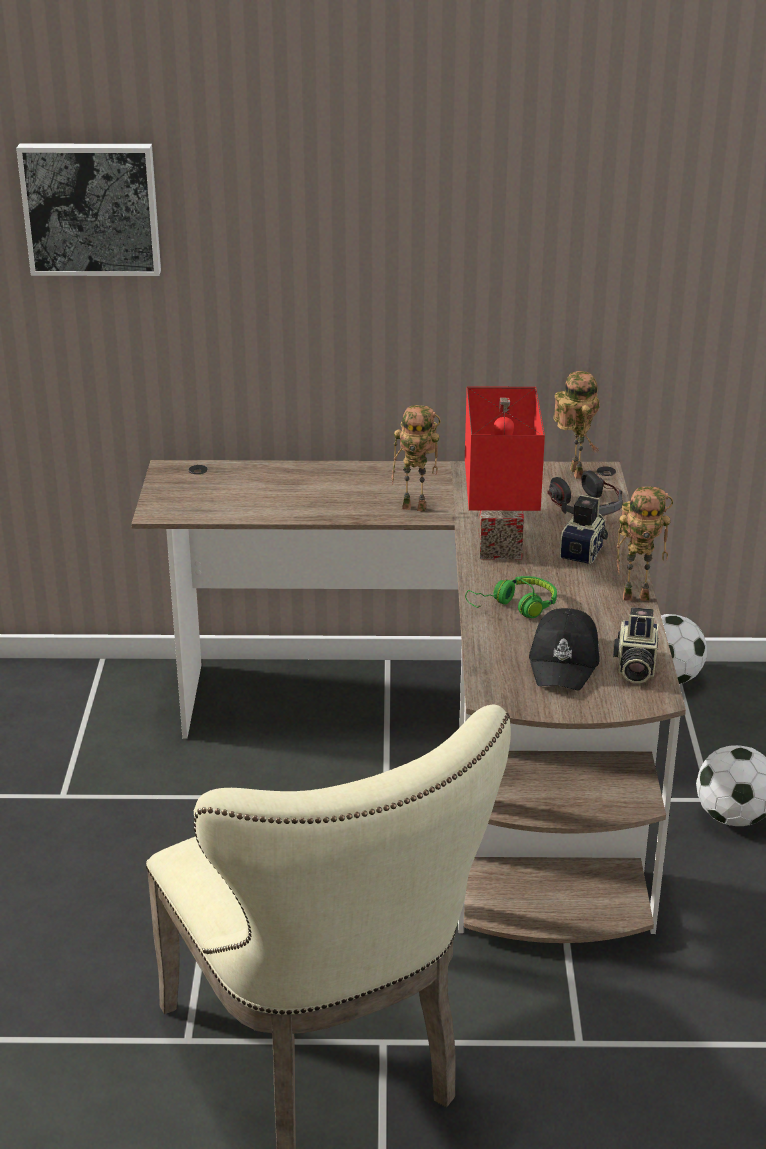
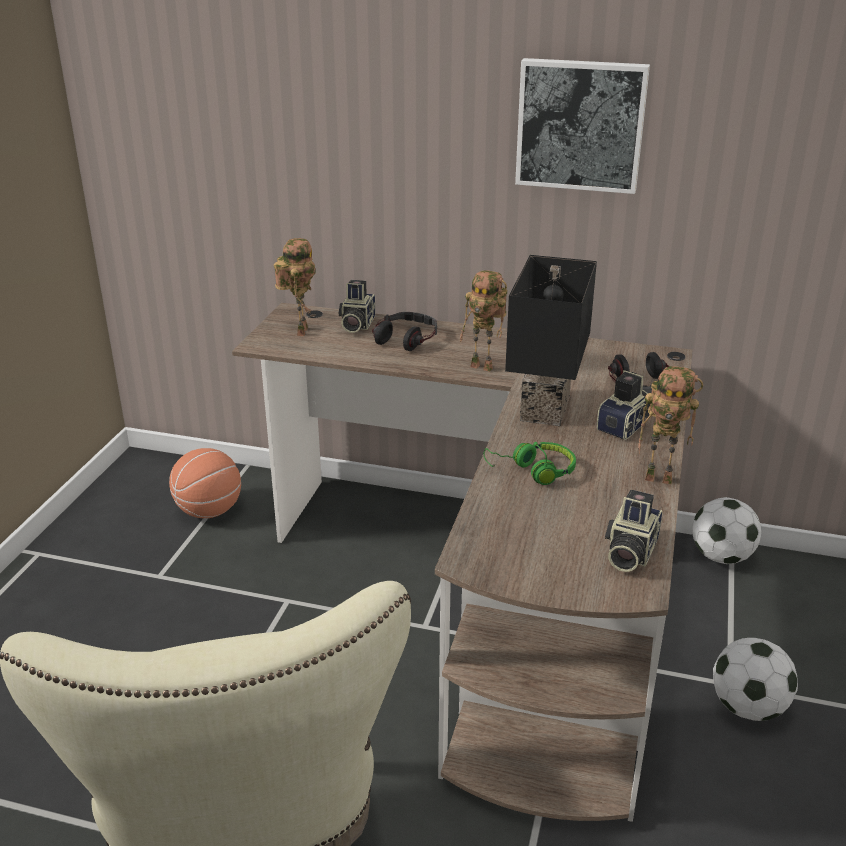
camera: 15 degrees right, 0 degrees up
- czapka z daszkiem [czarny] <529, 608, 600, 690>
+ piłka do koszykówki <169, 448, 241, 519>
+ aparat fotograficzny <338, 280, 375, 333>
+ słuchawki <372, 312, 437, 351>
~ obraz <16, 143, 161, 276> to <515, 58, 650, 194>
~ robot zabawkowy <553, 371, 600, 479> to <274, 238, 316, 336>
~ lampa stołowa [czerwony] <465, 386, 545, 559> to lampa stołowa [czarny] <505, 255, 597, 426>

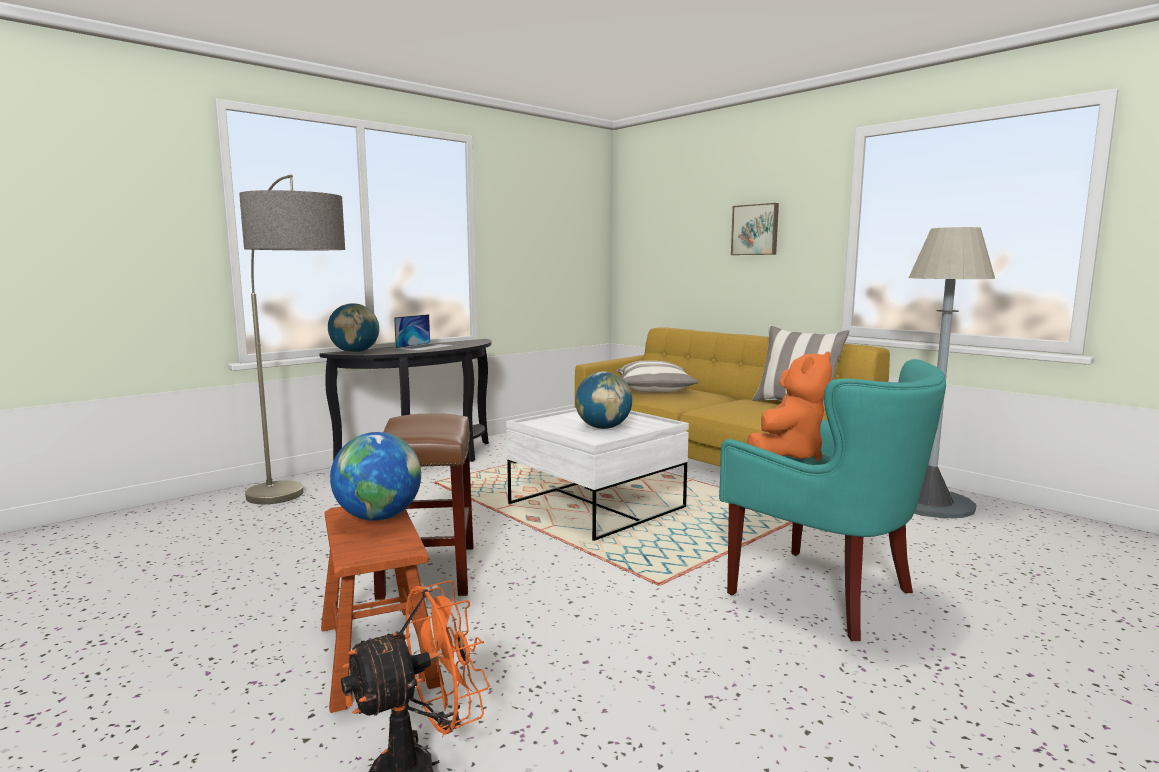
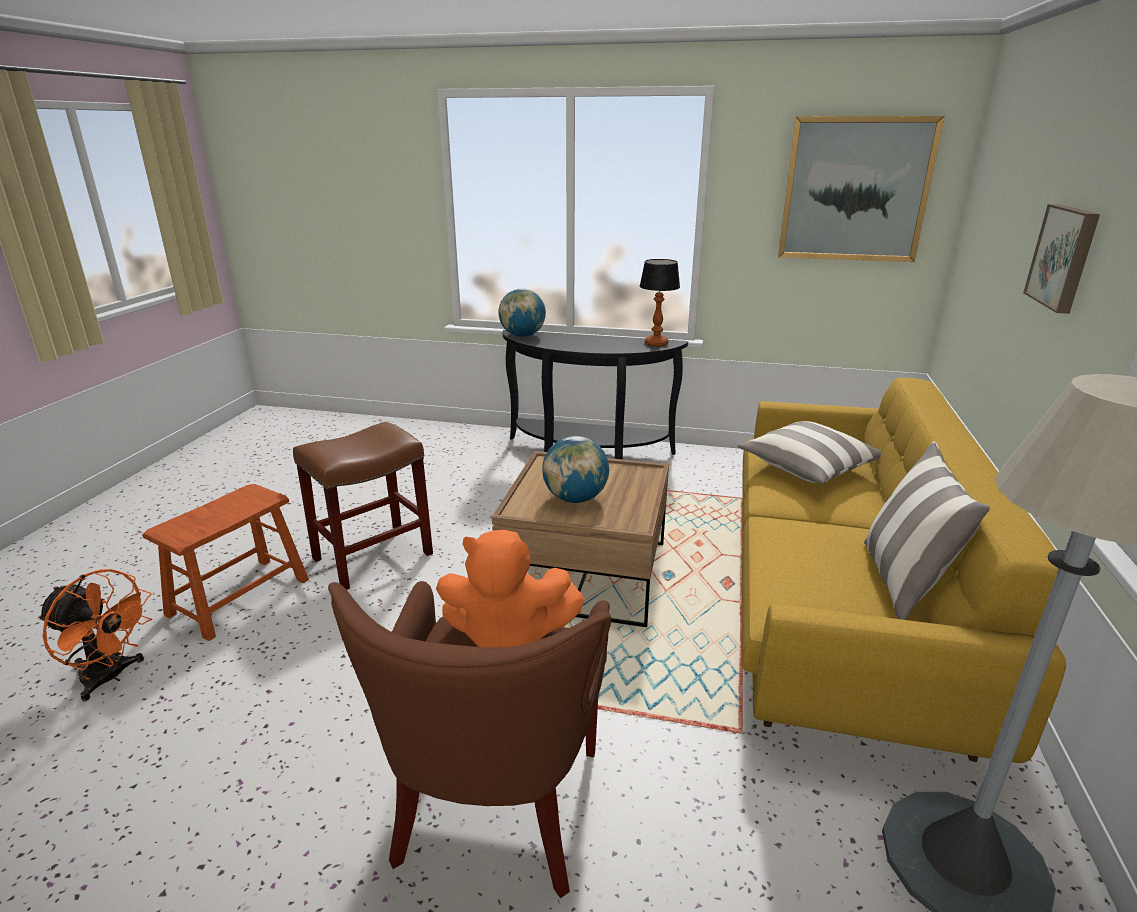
camera: 55 degrees right, 15 degrees up
- lampa stojąca <239, 174, 345, 504>
- globus <330, 432, 421, 521>
- laptop <394, 314, 454, 351>
+ lampa stołowa <640, 259, 680, 347>
+ obraz <778, 116, 945, 262>
~ ława [biały] <506, 408, 689, 541> to ława [brązowy] <492, 451, 669, 627>
~ fotel [turkusowy] <719, 359, 946, 641> to fotel [brązowy] <328, 581, 611, 898>

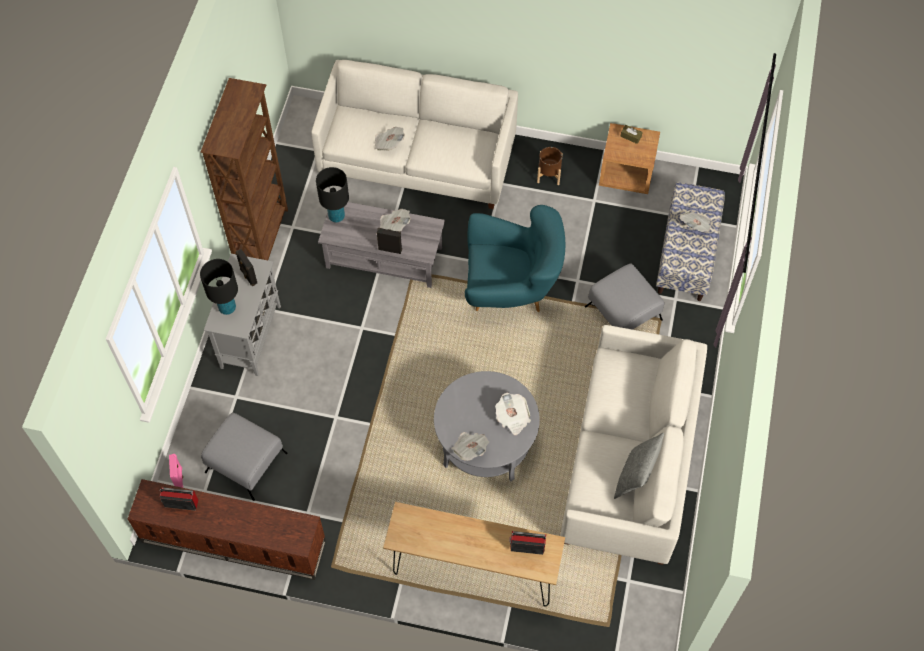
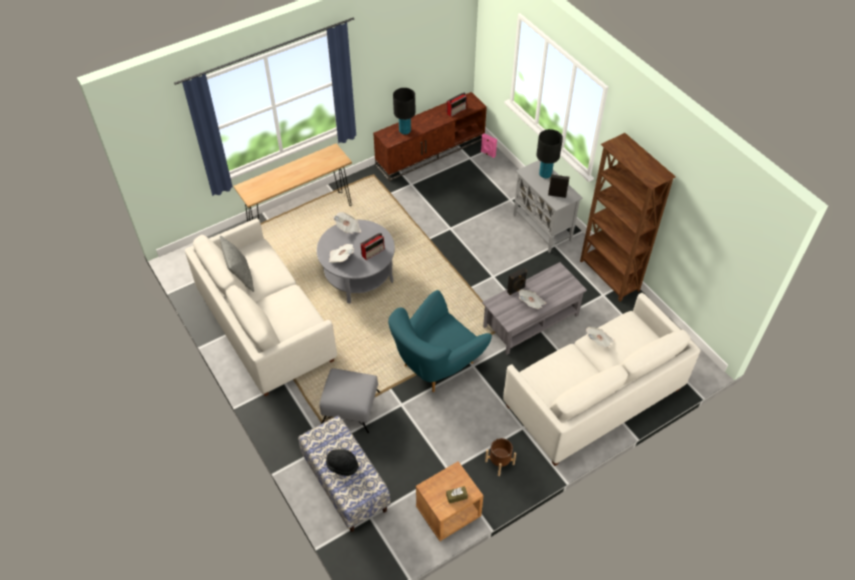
camera: 135 degrees right, 10 degrees down
- pufa [szary] <201, 413, 287, 501>
~ lampa stołowa [czarny] <316, 167, 349, 222> to <393, 88, 415, 135>
~ radio <509, 531, 546, 555> to <361, 233, 385, 260>
~ gazeta <680, 211, 711, 232> to kapelusz [czarny] <326, 449, 359, 476>

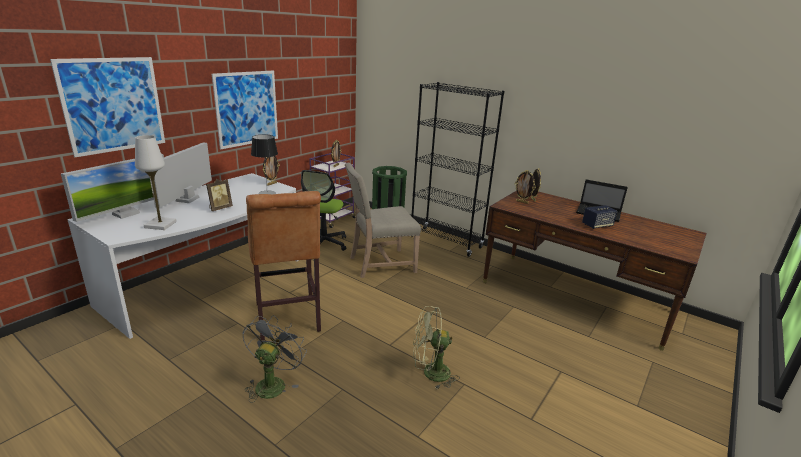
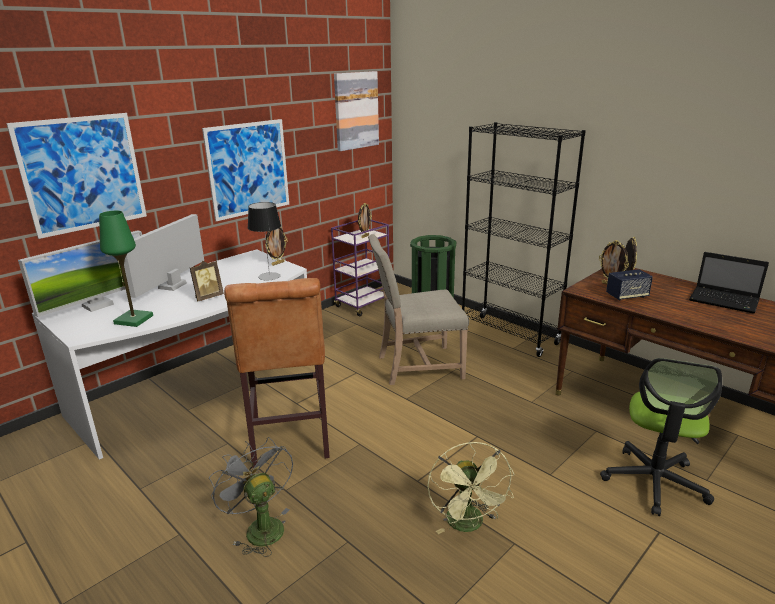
camera: 10 degrees right, 0 degrees up
+ obraz <334, 71, 379, 151>
~ krzesło biurowe <301, 170, 347, 251> to <600, 358, 722, 516>
~ głośnik <582, 205, 617, 229> to <606, 269, 653, 301>
~ lampa stołowa [biały] <135, 135, 177, 230> to lampa stołowa [zielony] <99, 211, 153, 327>
~ wentylator [szary] <242, 315, 307, 403> = <209, 437, 293, 557> 60 degrees counterclockwise
~ wentylator [zielony] <413, 306, 460, 390> = <427, 442, 515, 534> 105 degrees counterclockwise

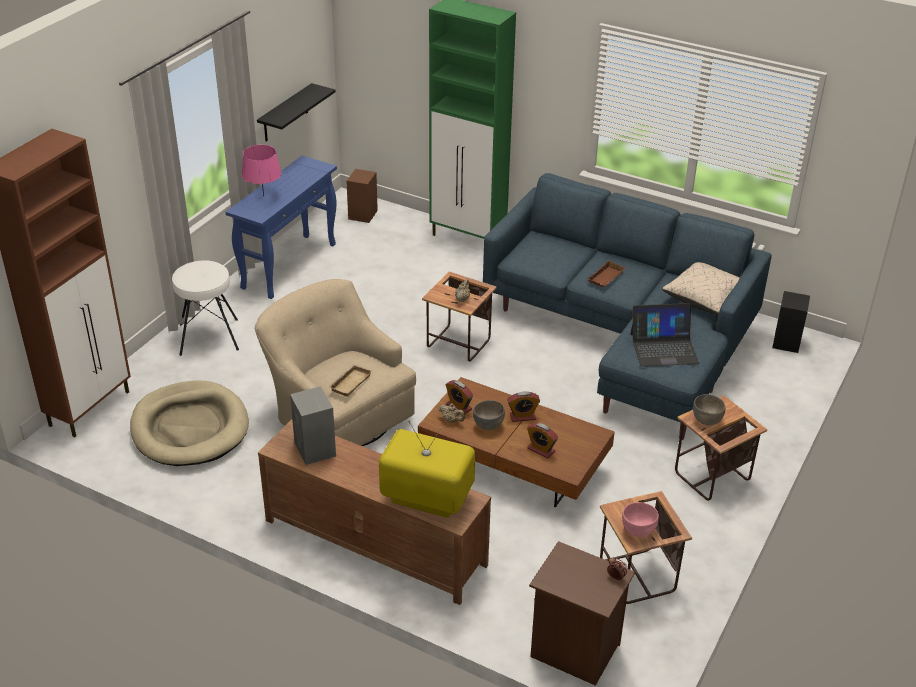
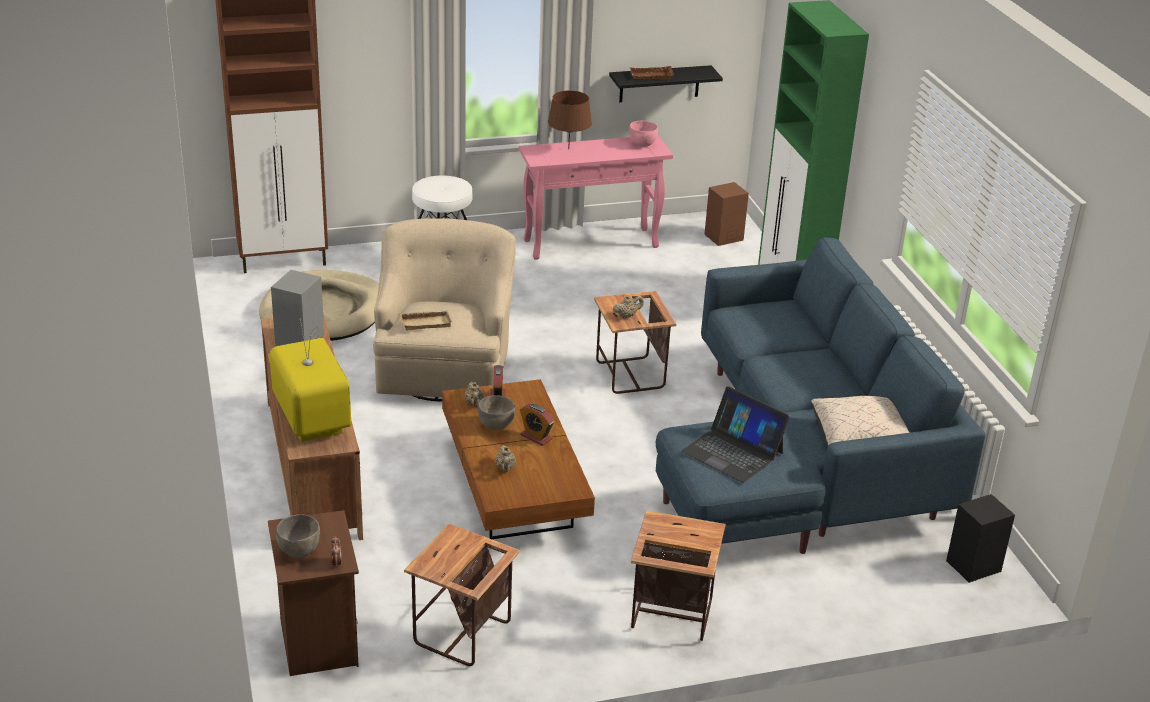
camera: 45 degrees right, 5 degrees down
~ taca [brązowy] <588, 260, 626, 287> to <630, 66, 674, 80>
~ miska [różowy] <622, 502, 659, 537> to <629, 121, 658, 147>
~ miska [szary] <693, 394, 726, 425> to <276, 514, 320, 558>
~ budzik <527, 423, 558, 458> to imbryk [beżowy] <495, 445, 516, 472>
~ stolik konsolowy [niebieski] <226, 156, 337, 299> to stolik konsolowy [różowy] <519, 135, 673, 260>
~ lampa stołowa [różowy] <242, 145, 282, 197> to lampa stołowa [brązowy] <548, 91, 592, 149>

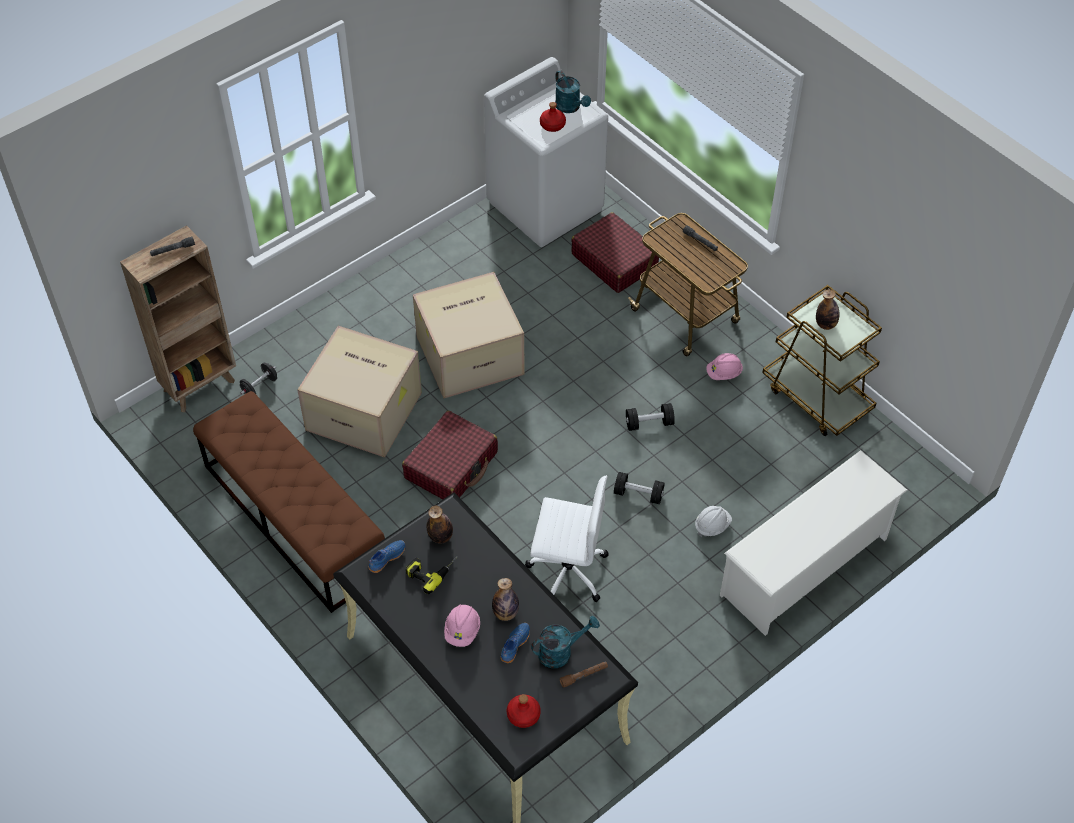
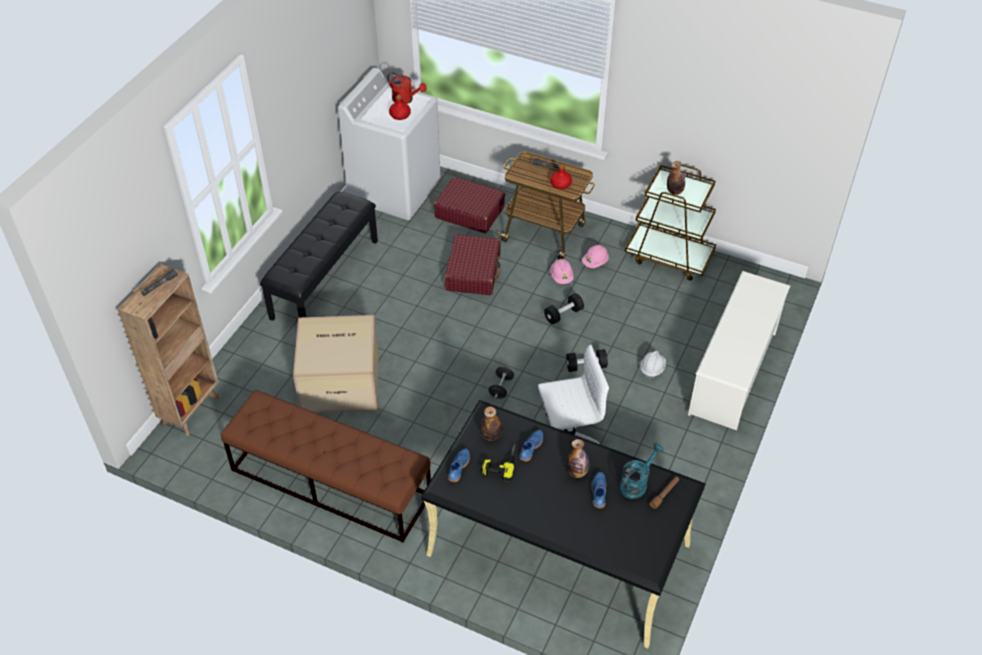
camera: 25 degrees left, 5 degrees down
- karton <413, 272, 525, 398>
+ ławka [czarny] <260, 192, 378, 321>
+ but [niebieski] <520, 430, 543, 462>
~ hantel [czarny] <240, 363, 277, 394> to <488, 366, 514, 399>
~ walizka [czerwony] <402, 410, 498, 499> to <445, 235, 501, 295>
~ kask [różowy] <444, 604, 480, 647> to <550, 259, 574, 284>
~ butelka [czerwony] <507, 694, 541, 728> to <550, 165, 572, 189>
~ konewka [turkusowy] <555, 70, 591, 113> to konewka [czerwony] <387, 72, 427, 104>

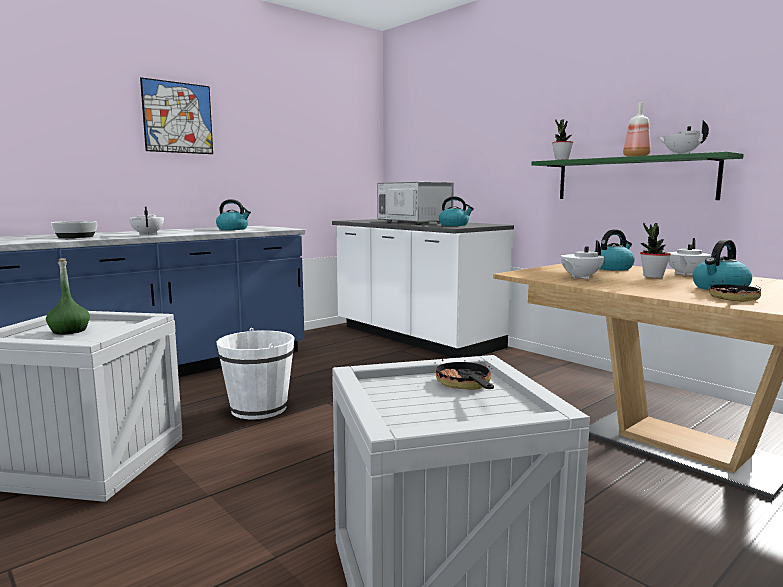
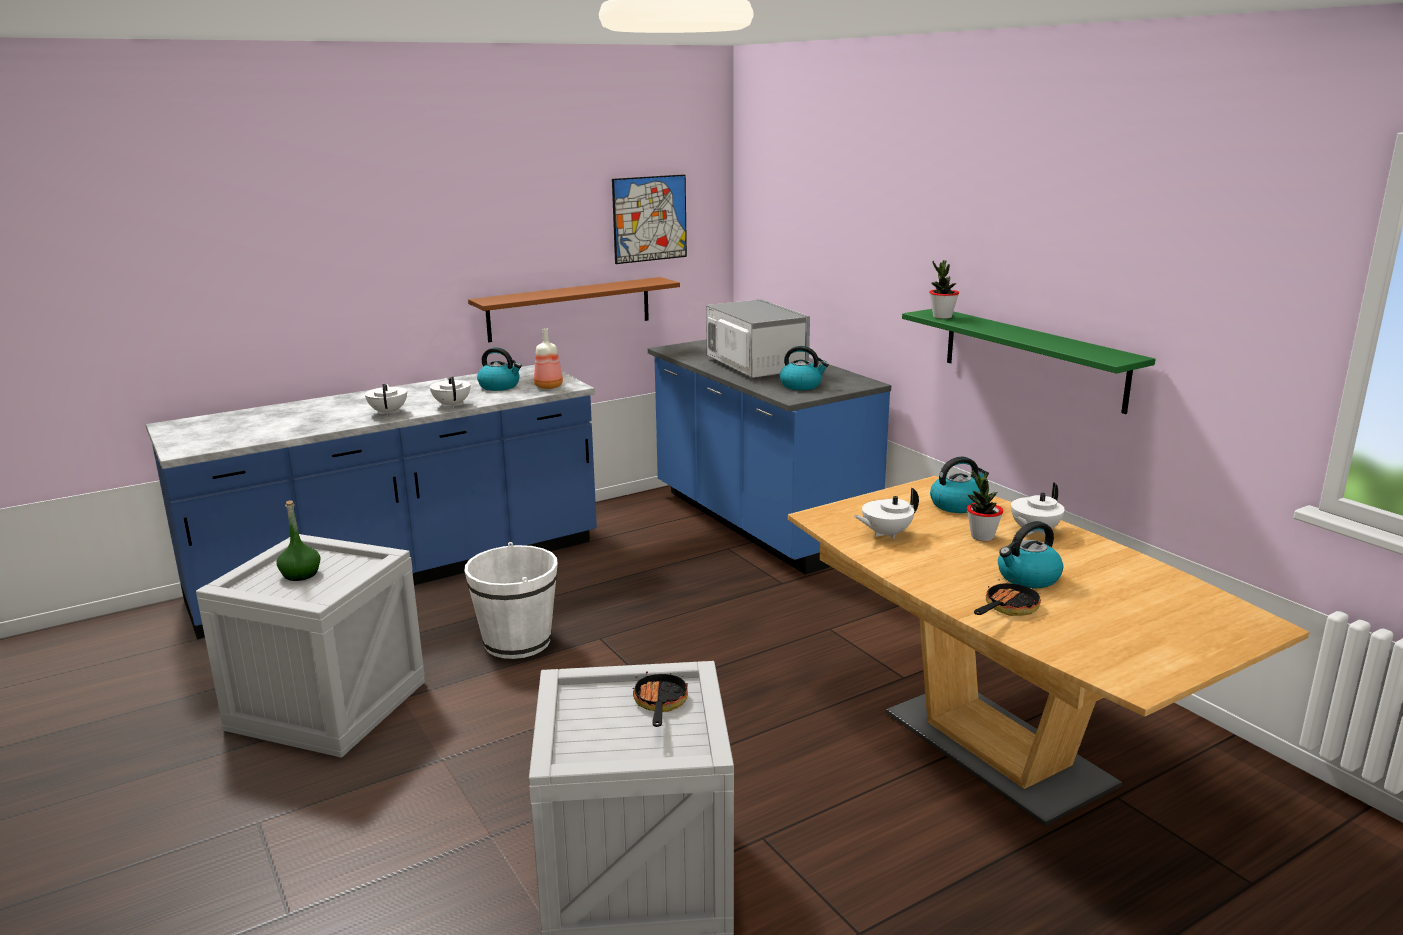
camera: 10 degrees right, 10 degrees up
- miska <51, 221, 97, 238>
+ półka [brązowy] <468, 277, 680, 342>
~ obraz <140, 77, 213, 154> to <612, 174, 687, 264>
~ butelka <623, 103, 651, 157> to <534, 328, 563, 389>
~ imbryk [biały] <658, 120, 709, 154> to <430, 377, 471, 408>
~ zabudowa kuchenna [biały] <332, 219, 514, 358> to zabudowa kuchenna [niebieski] <648, 339, 891, 575>

